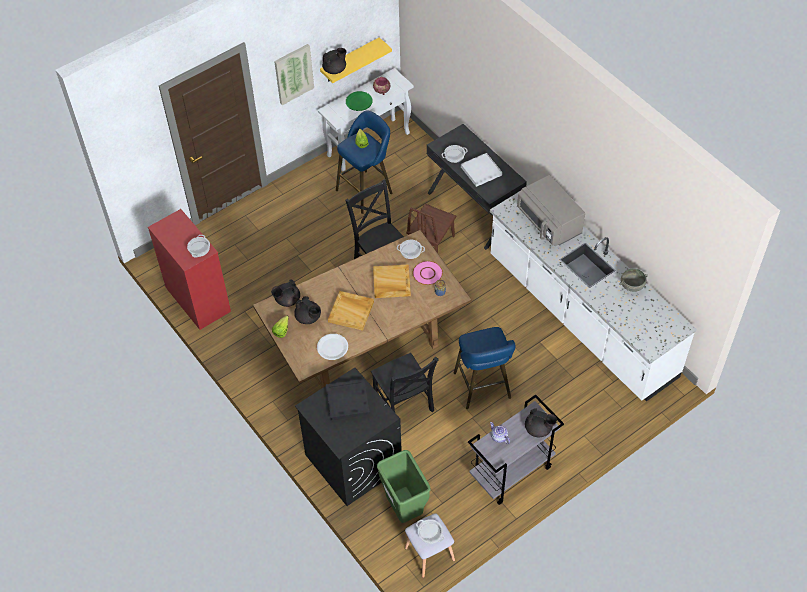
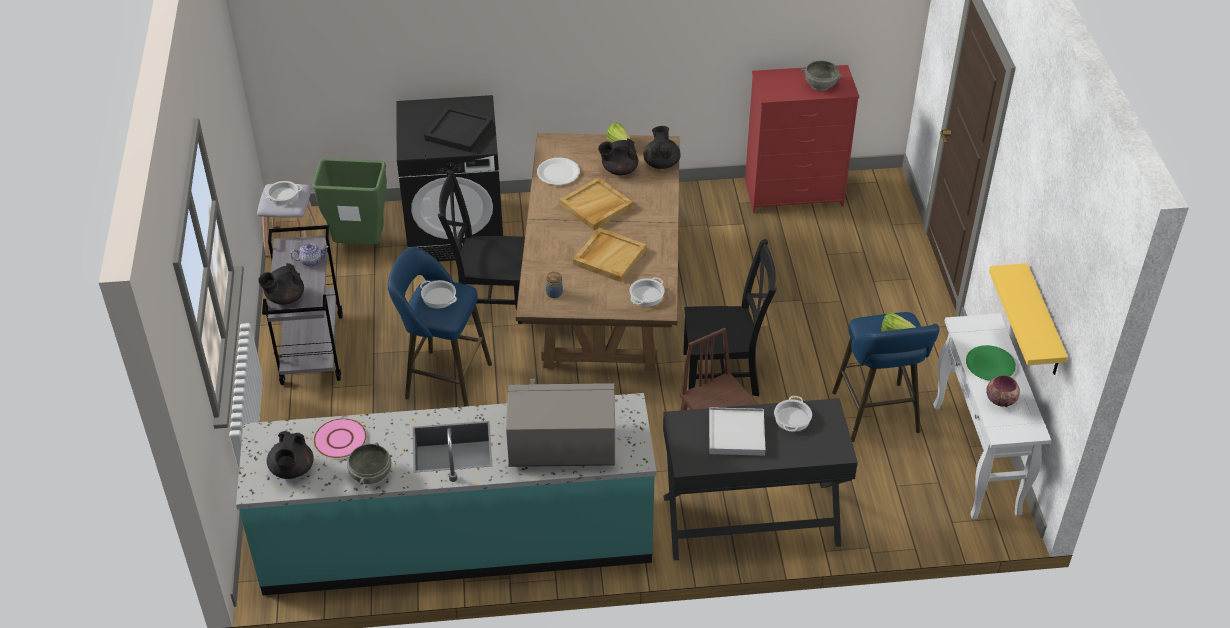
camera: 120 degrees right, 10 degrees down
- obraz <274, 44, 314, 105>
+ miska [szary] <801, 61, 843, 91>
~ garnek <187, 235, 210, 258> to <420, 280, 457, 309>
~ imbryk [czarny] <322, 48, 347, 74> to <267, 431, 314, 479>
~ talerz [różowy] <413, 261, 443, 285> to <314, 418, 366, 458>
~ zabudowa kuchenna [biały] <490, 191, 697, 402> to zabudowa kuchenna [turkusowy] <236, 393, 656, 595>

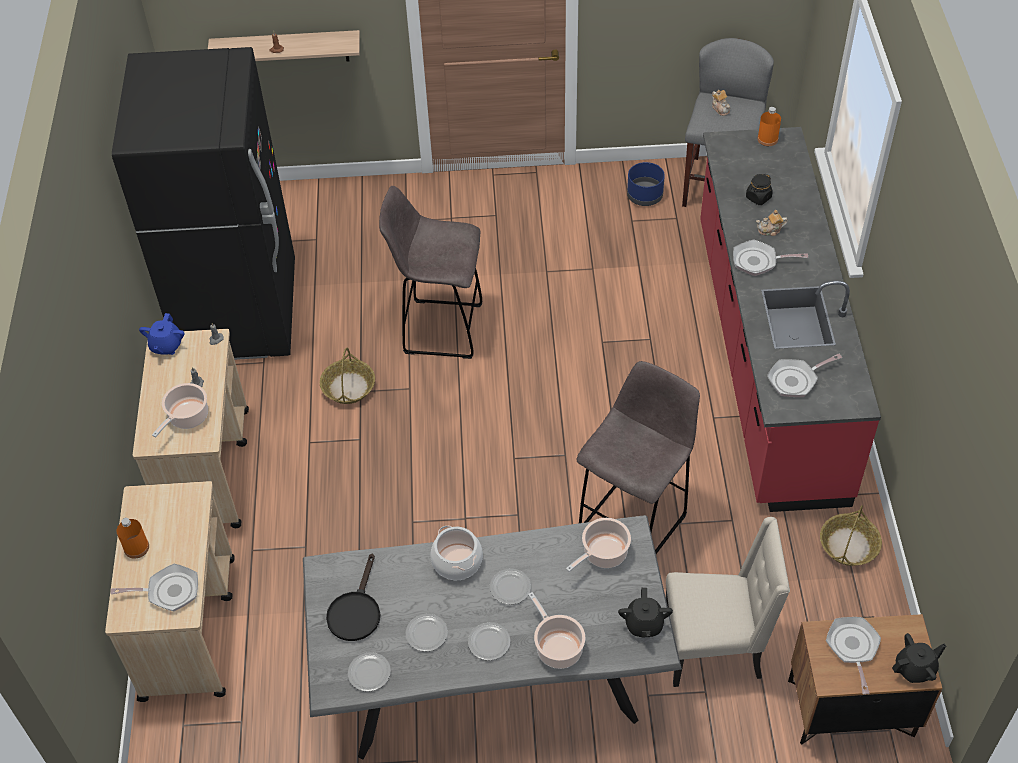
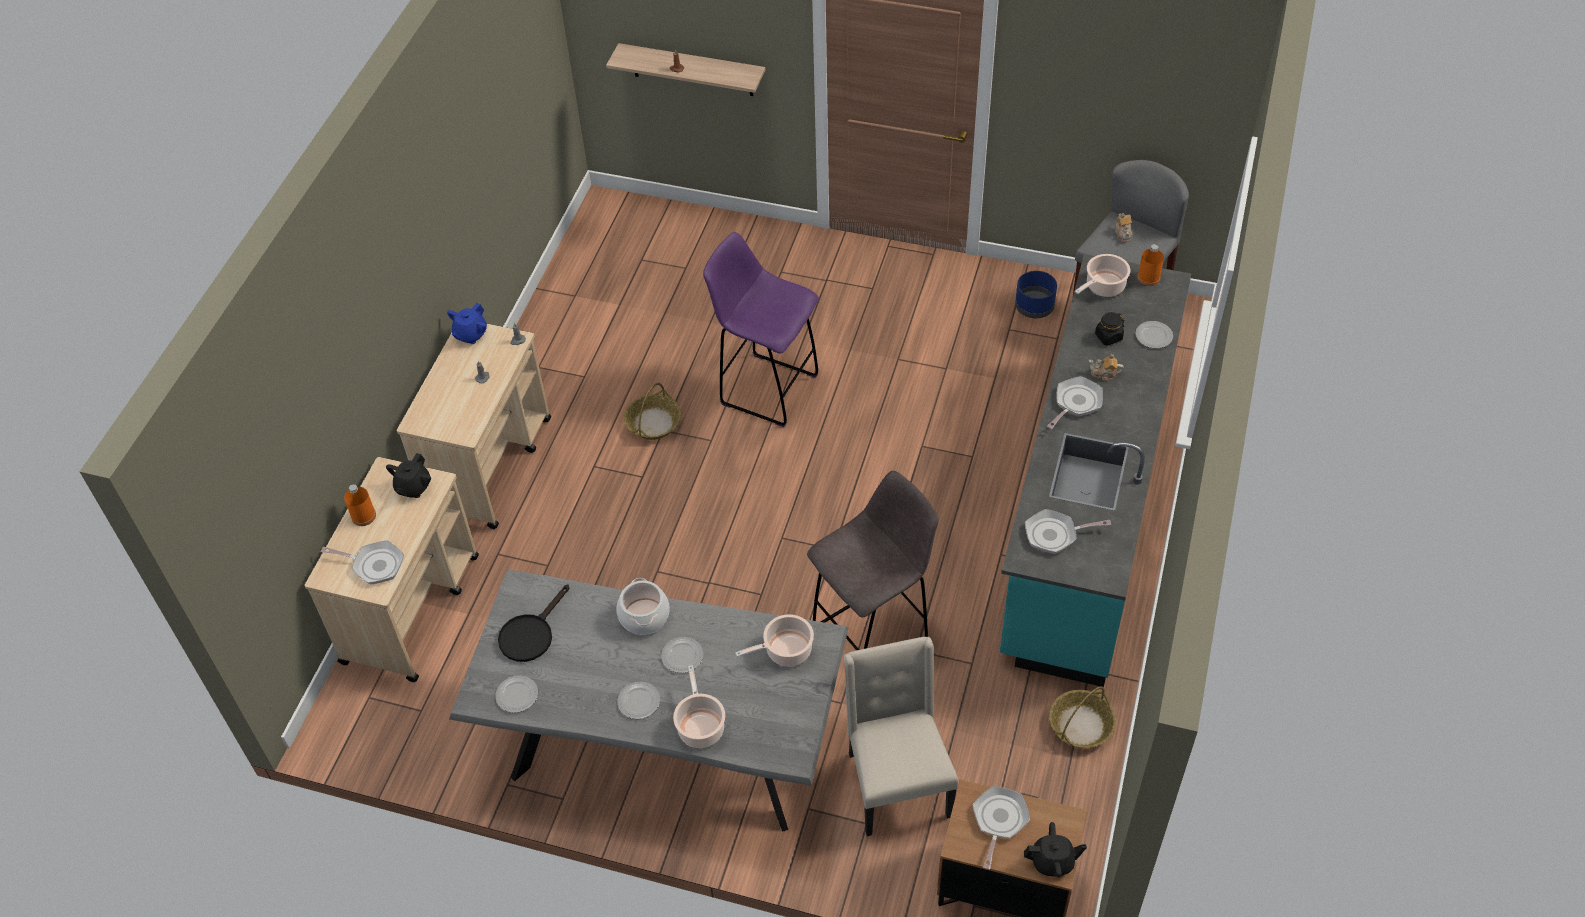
camera: 20 degrees right, 0 degrees up
- lodówka [czarny] <112, 47, 295, 360>
~ garnek <152, 383, 208, 437> to <1075, 254, 1130, 297>
~ talerz <406, 614, 448, 652> to <1135, 321, 1173, 348>
~ imbryk [czarny] <618, 588, 673, 638> to <386, 453, 431, 498>
~ stołek [szary] <379, 186, 482, 359> to stołek [fioletowy] <703, 232, 819, 427>
~ zabudowa kuchenna [czerwony] <700, 127, 881, 512> to zabudowa kuchenna [turkusowy] <1000, 254, 1191, 687>
~ krzesło [beżowy] <666, 517, 790, 687> = <844, 637, 958, 836> 120 degrees counterclockwise
~ patelnia <733, 239, 808, 276> = <1047, 376, 1103, 429> 105 degrees clockwise

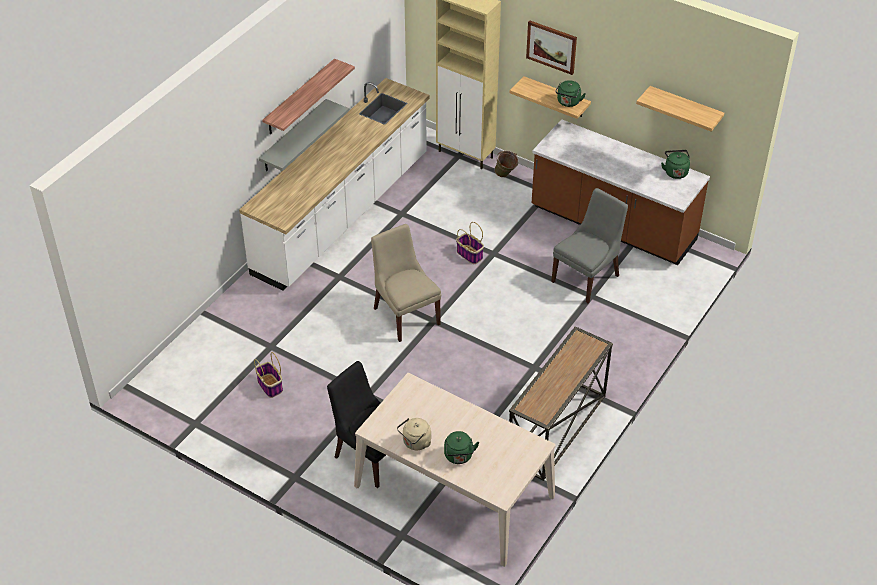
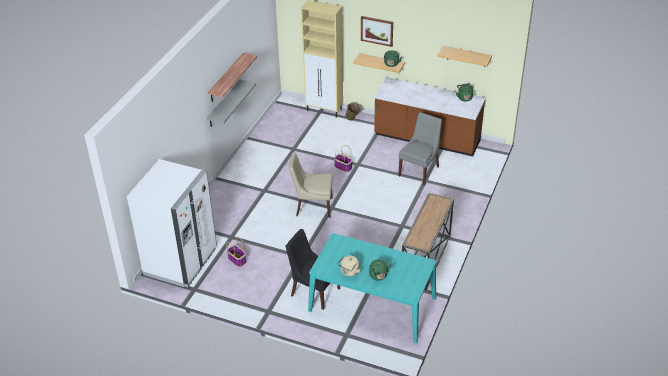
camera: 10 degrees left, 5 degrees down
- zabudowa kuchenna [biały] <239, 78, 430, 291>
+ lodówka [biały] <127, 159, 217, 287>
~ stół jadalny [beżowy] <354, 373, 556, 567> to stół jadalny [turkusowy] <308, 233, 437, 343>
~ krzesło [beżowy] <371, 224, 441, 342> = <289, 152, 333, 218> 45 degrees counterclockwise

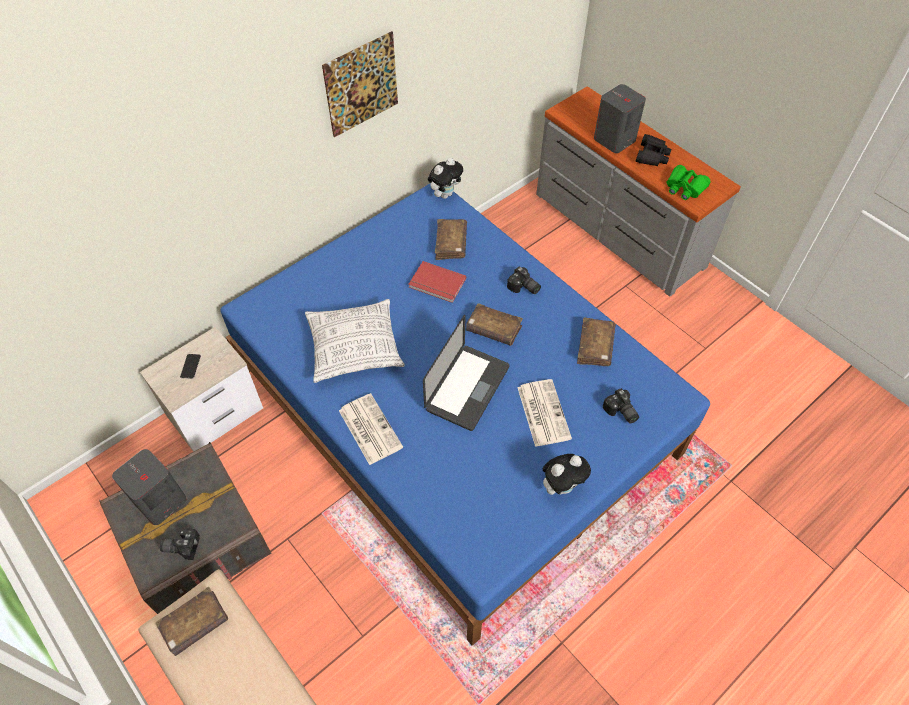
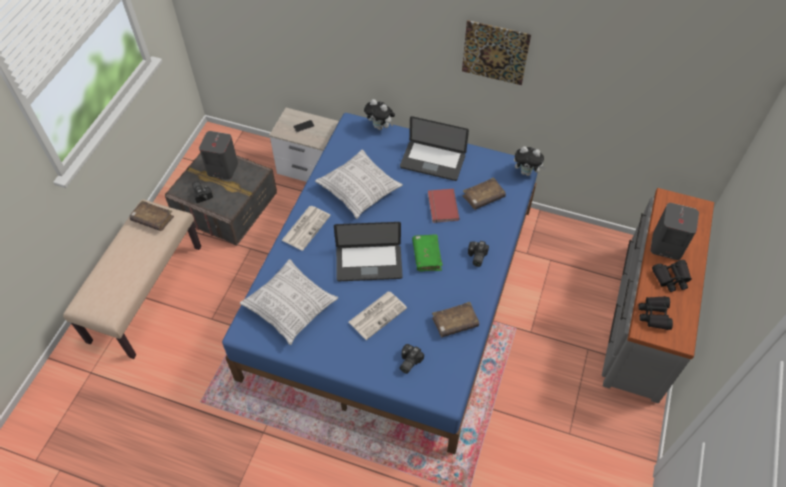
camera: 60 degrees right, 0 degrees up
+ poduszka <240, 259, 338, 345>
+ laptop <400, 116, 469, 181>
~ pluszak <543, 454, 591, 495> to <364, 99, 395, 130>
~ książka [brązowy] <466, 303, 523, 346> to książka [zielony] <412, 234, 443, 271>
~ lornetka [zielony] <667, 165, 711, 200> to lornetka [czarny] <638, 296, 673, 330>

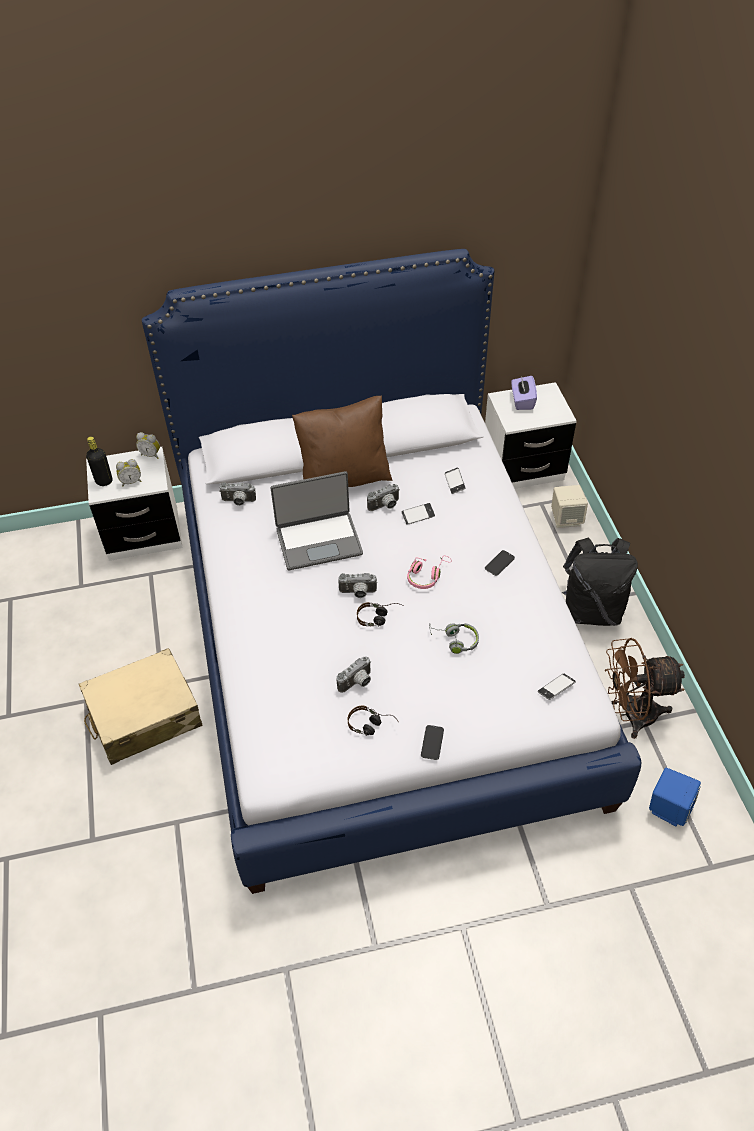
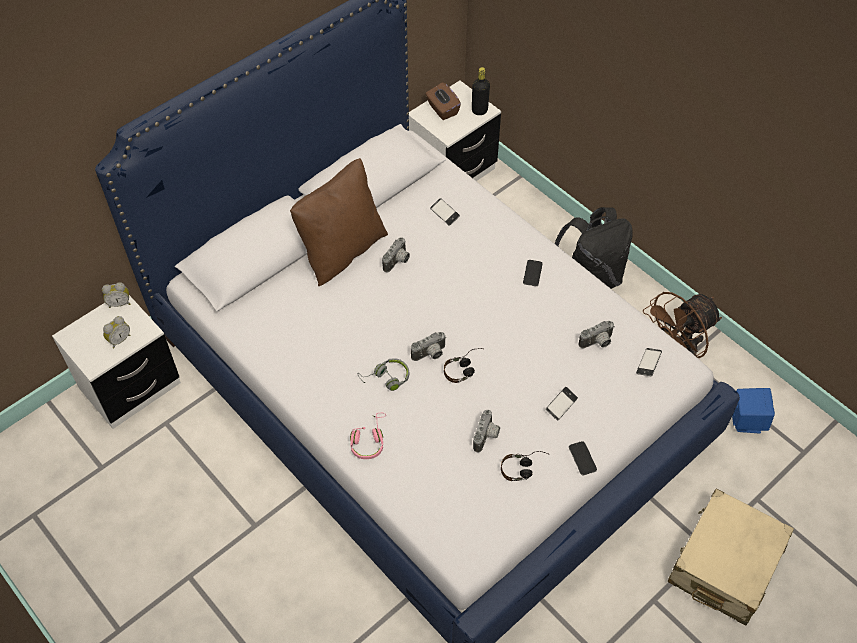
camera: 30 degrees left, 5 degrees up
- laptop <271, 471, 363, 570>
- głośnik [beżowy] <551, 485, 588, 528>
~ walizka [beżowy] <79, 648, 203, 765> to <667, 489, 794, 625>
~ butelka [czarny] <86, 437, 112, 486> to <472, 67, 490, 115>
~ aparat fotograficzny <219, 482, 256, 506> to <579, 321, 615, 348>
~ telefon <401, 503, 435, 525> to <546, 387, 578, 420>
~ słuchawki [różowy] <407, 555, 452, 589> to <350, 413, 386, 459>
~ słuchawki [szary] <429, 623, 479, 654> to <358, 358, 409, 391>
~ pudełko chusteczek [fioletowy] <511, 376, 537, 410> to pudełko chusteczek [brązowy] <426, 82, 461, 120>

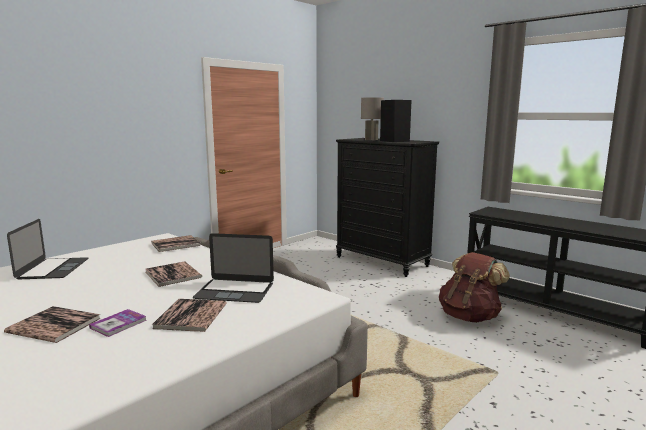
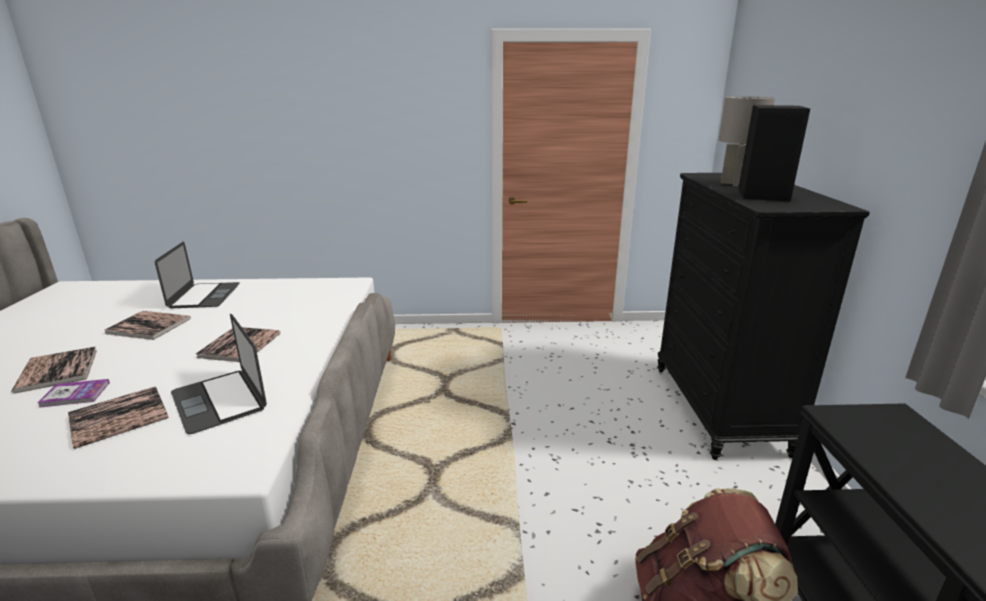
camera: 45 degrees right, 10 degrees up
~ książka <151, 235, 201, 252> to <105, 311, 191, 340>
~ laptop <7, 219, 88, 279> = <155, 242, 239, 308> 45 degrees counterclockwise

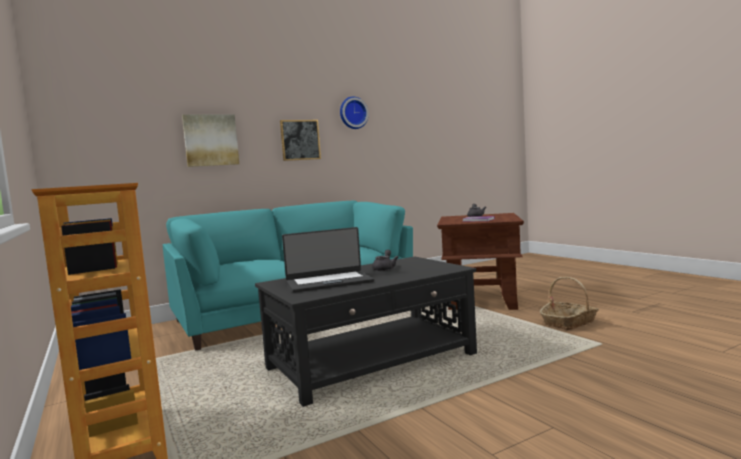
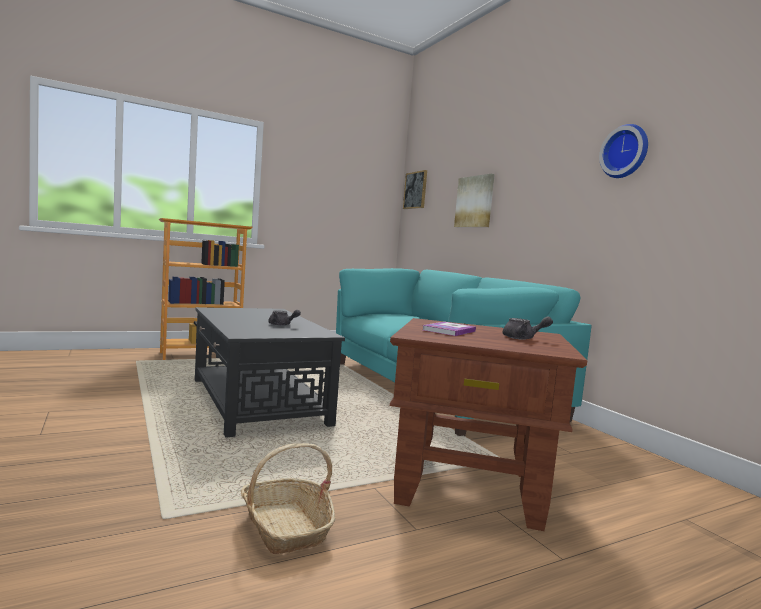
camera: 90 degrees right, 0 degrees up
- laptop <282, 227, 374, 293>
~ obraz <280, 120, 321, 161> to <403, 170, 427, 209>

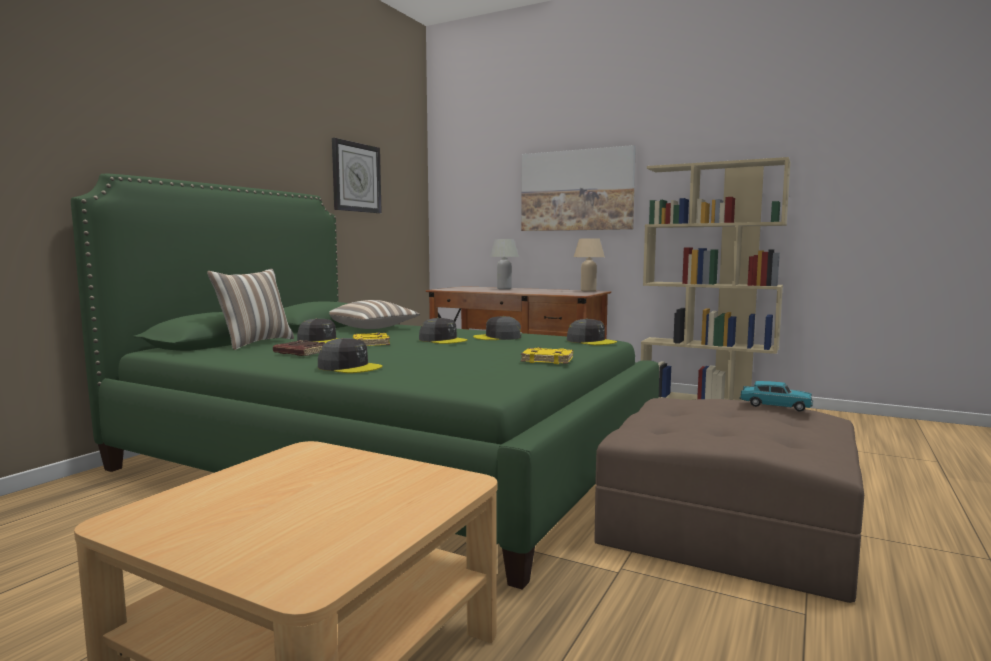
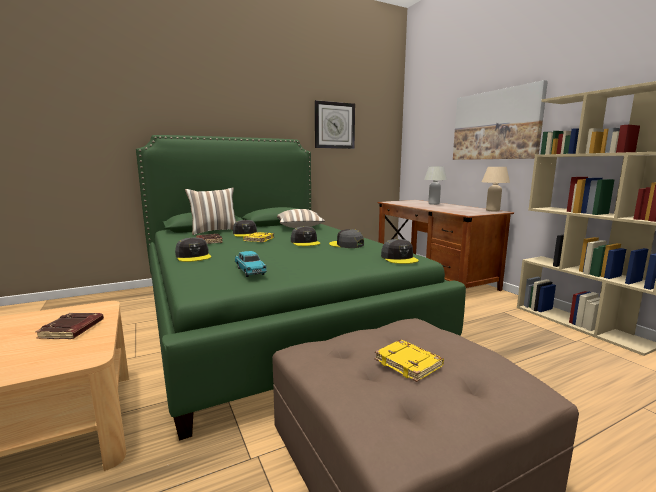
camera: 35 degrees right, 5 degrees up
+ książka [brązowy] <35, 313, 104, 339>
~ książka [żółty] <521, 347, 573, 364> to <375, 340, 444, 382>
~ samochodzik [turkusowy] <739, 381, 813, 412> to <235, 251, 267, 277>

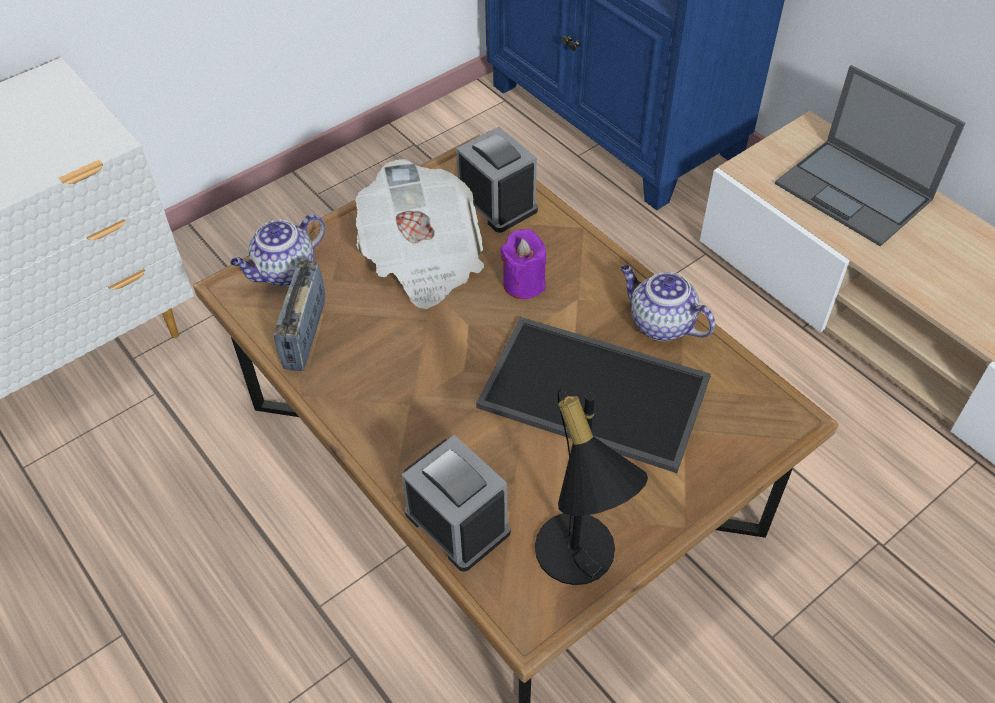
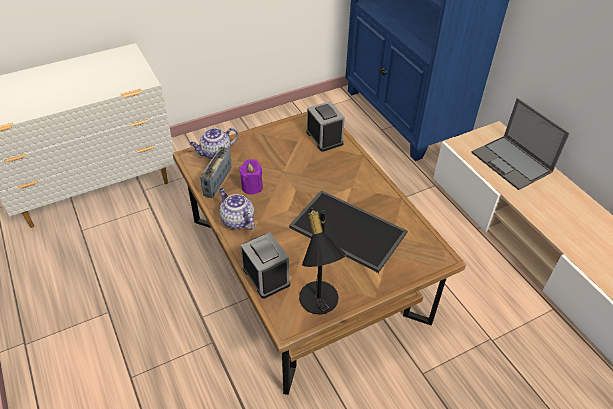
camera: 10 degrees right, 5 degrees down
- gazeta <356, 159, 484, 309>
~ świeca [fioletowy] <501, 229, 546, 299> to <239, 159, 263, 194>
~ imbryk <620, 265, 715, 341> to <219, 188, 255, 230>

